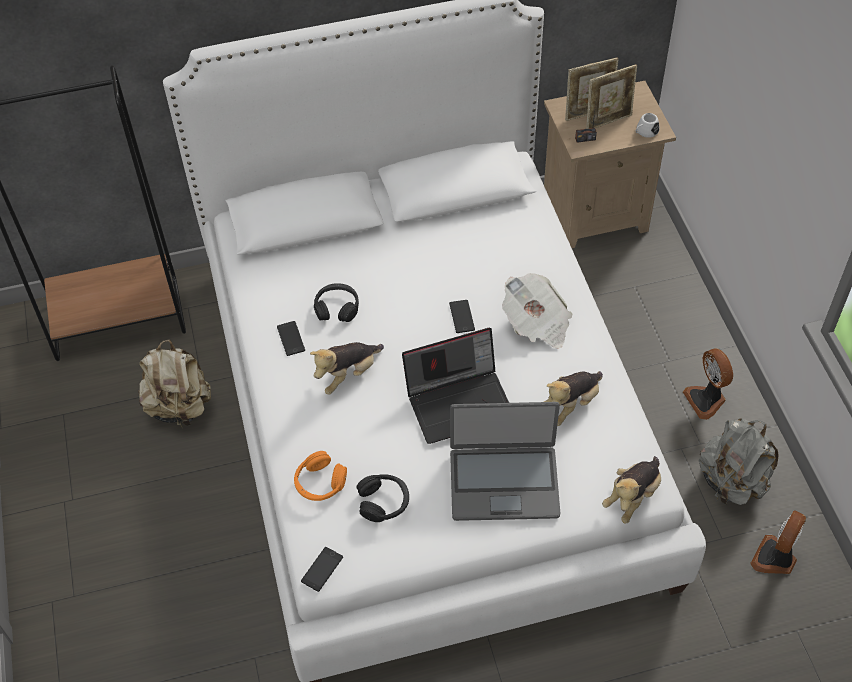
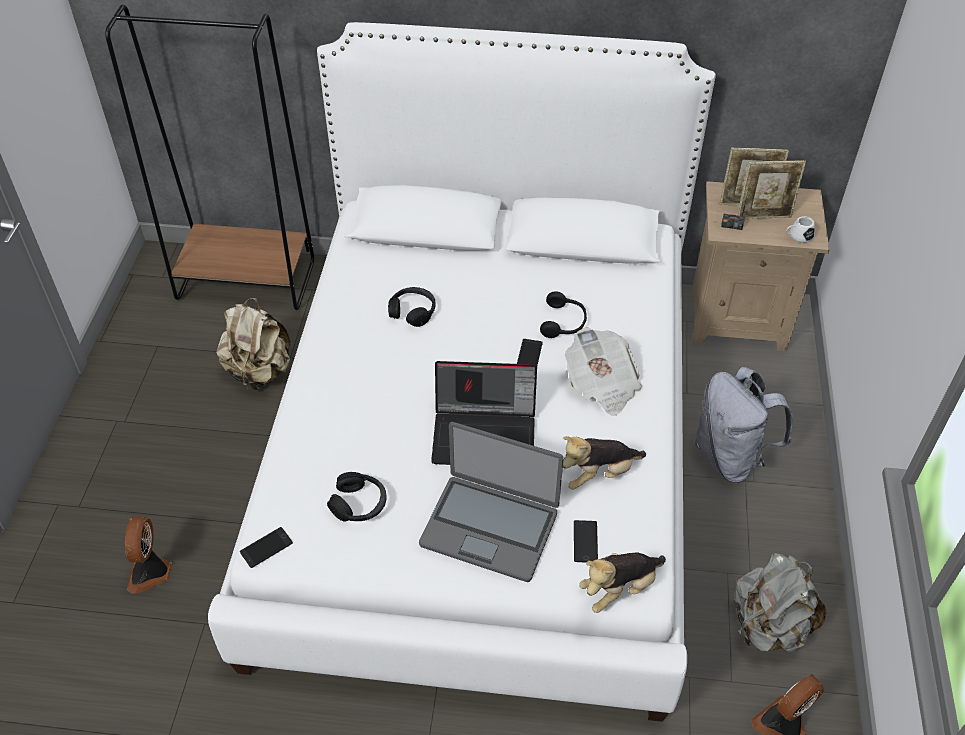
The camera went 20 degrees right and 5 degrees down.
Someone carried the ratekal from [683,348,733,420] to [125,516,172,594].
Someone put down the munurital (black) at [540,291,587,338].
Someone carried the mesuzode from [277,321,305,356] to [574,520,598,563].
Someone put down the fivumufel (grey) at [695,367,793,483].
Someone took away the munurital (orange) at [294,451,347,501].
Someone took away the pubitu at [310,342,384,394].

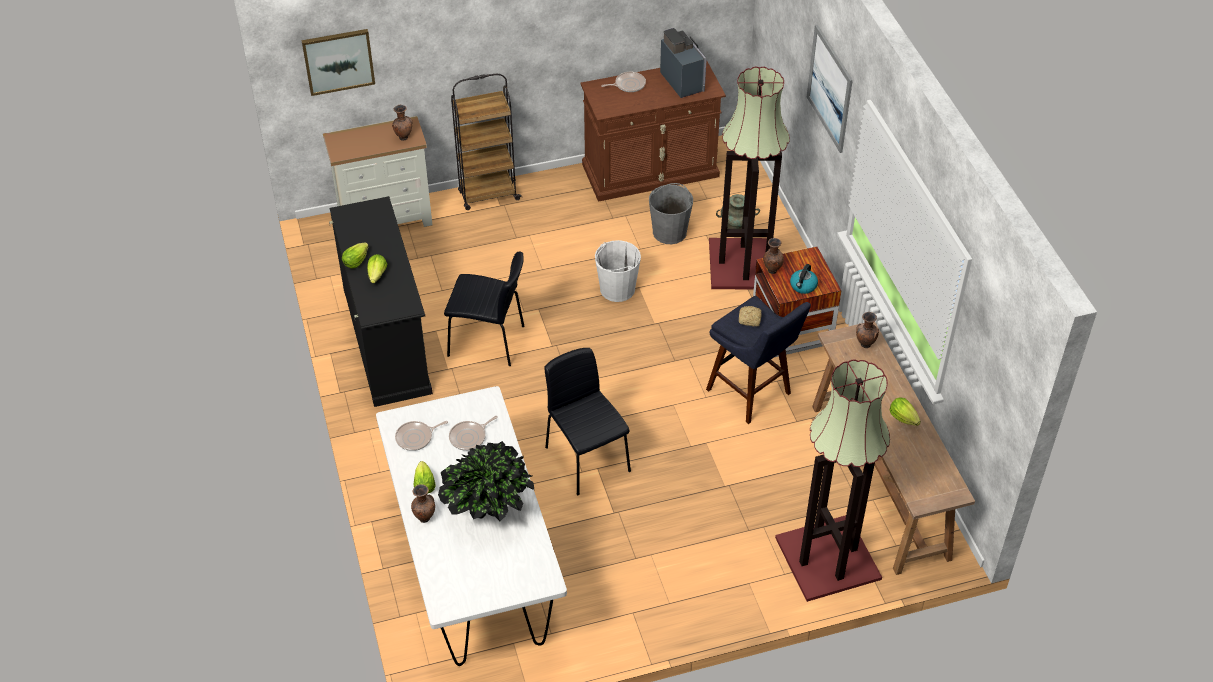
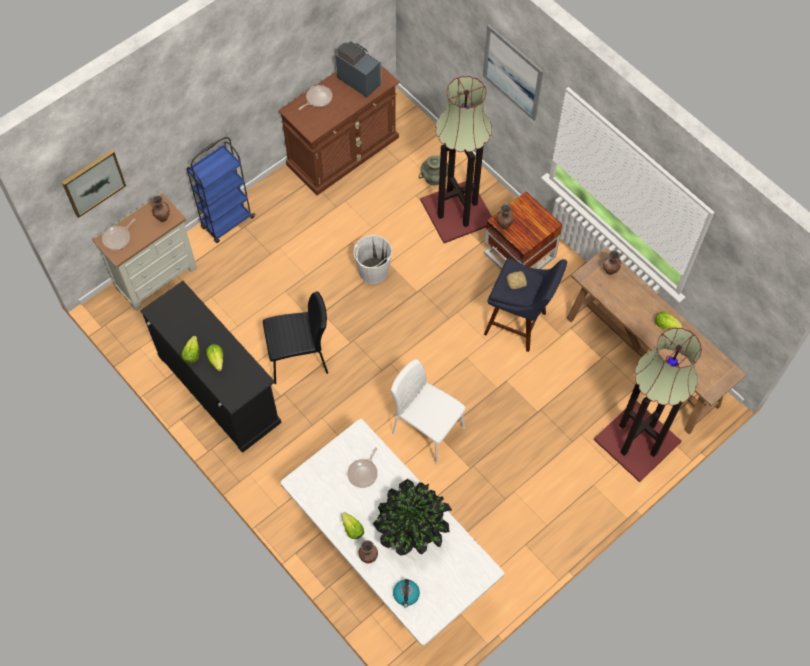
The camera went 25 degrees left and 15 degrees up.
Someone carried the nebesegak from [395,421,448,451] to [102,218,136,250].
Someone repainted the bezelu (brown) at [451,74,523,210], which became the bezelu (blue) at [187,137,256,243].
Someone repainted the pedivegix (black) at [544,348,631,495], which became the pedivegix (white) at [391,359,466,465].
Someone carried the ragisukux from [790,264,818,294] to [393,579,420,608].
Someone took away the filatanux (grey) at [649,183,693,244].

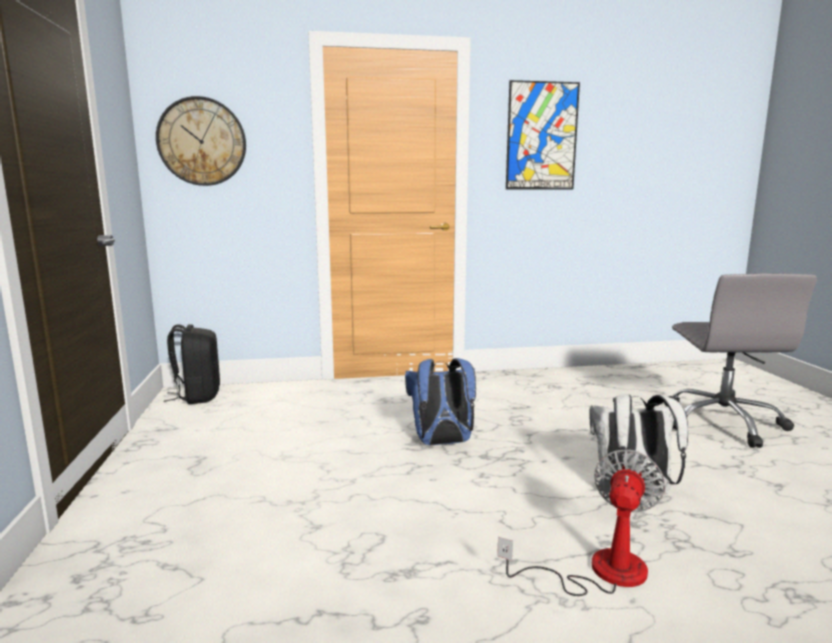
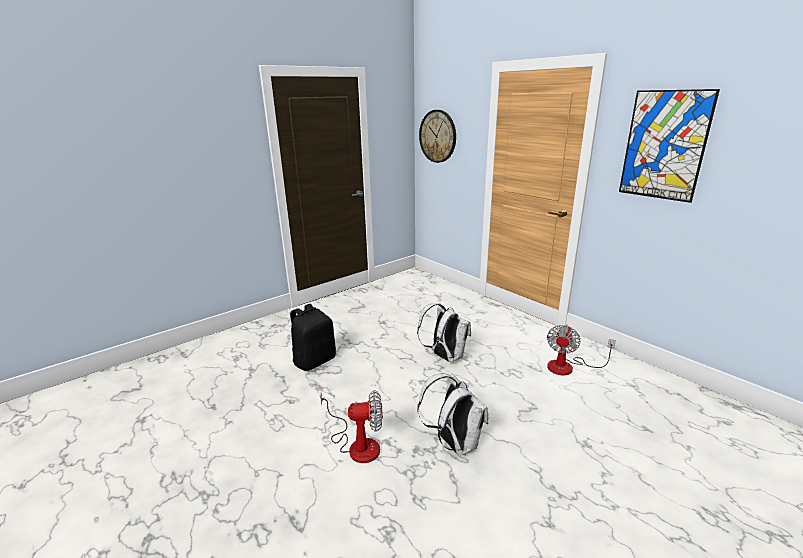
The camera went 60 degrees right and 10 degrees up.
Someone carried the fivumufel (black) from [164,324,220,404] to [290,304,336,371].
Someone repainted the fivumufel (blue) at [405,358,476,445], which became the fivumufel (white) at [417,303,471,362].
Someone put down the ratekal at [547,324,616,375].
Someone took away the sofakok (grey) at [664,273,817,448].

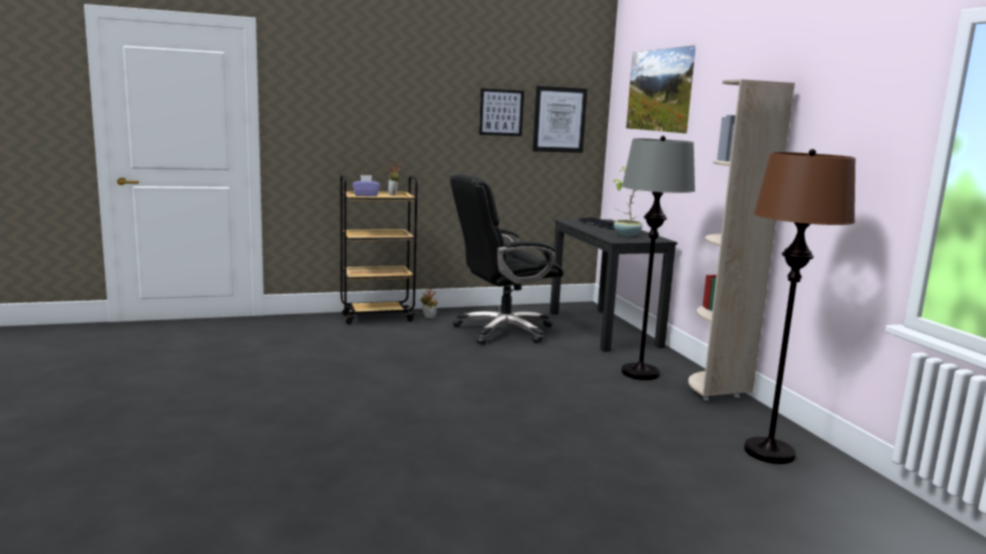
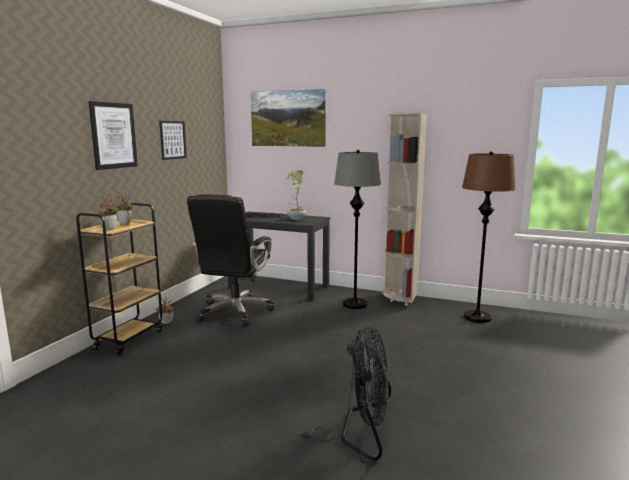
The camera went 50 degrees left and 0 degrees up.
Someone carried the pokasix from [533,86,587,153] to [88,101,138,170].
Someone swapped the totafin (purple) at [353,175,380,196] for the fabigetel at [99,196,119,231].
Someone put down the ratekal (black) at [300,326,391,465].

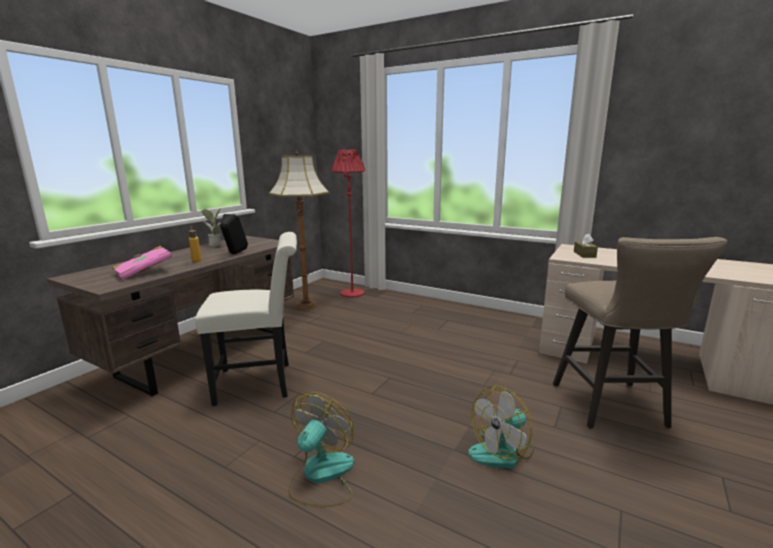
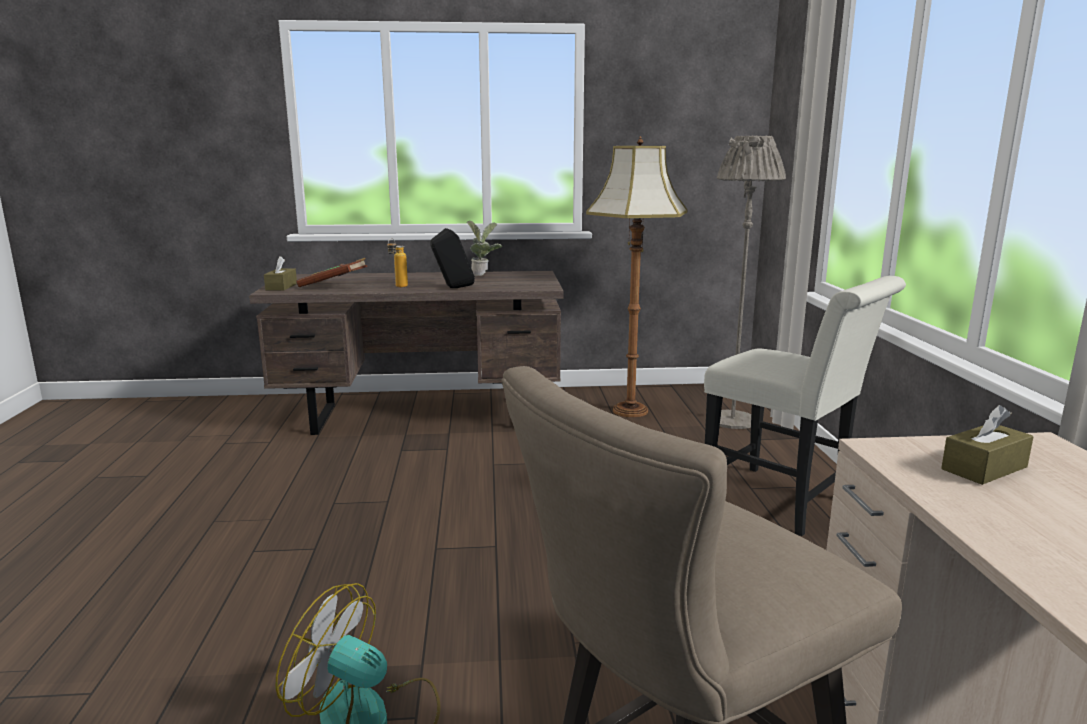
The camera went 55 degrees right and 0 degrees up.
Someone put down the totafin (brown) at [264,256,297,290].
Someone repainted the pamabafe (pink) at [112,246,172,279], which became the pamabafe (brown) at [296,258,368,287].
Someone carried the pedivegix (white) from [195,232,297,406] to [704,276,906,536].
Someone repainted the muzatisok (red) at [332,150,365,298], which became the muzatisok (grey) at [717,136,786,429].
Someone took away the ratekal at [288,393,354,507].

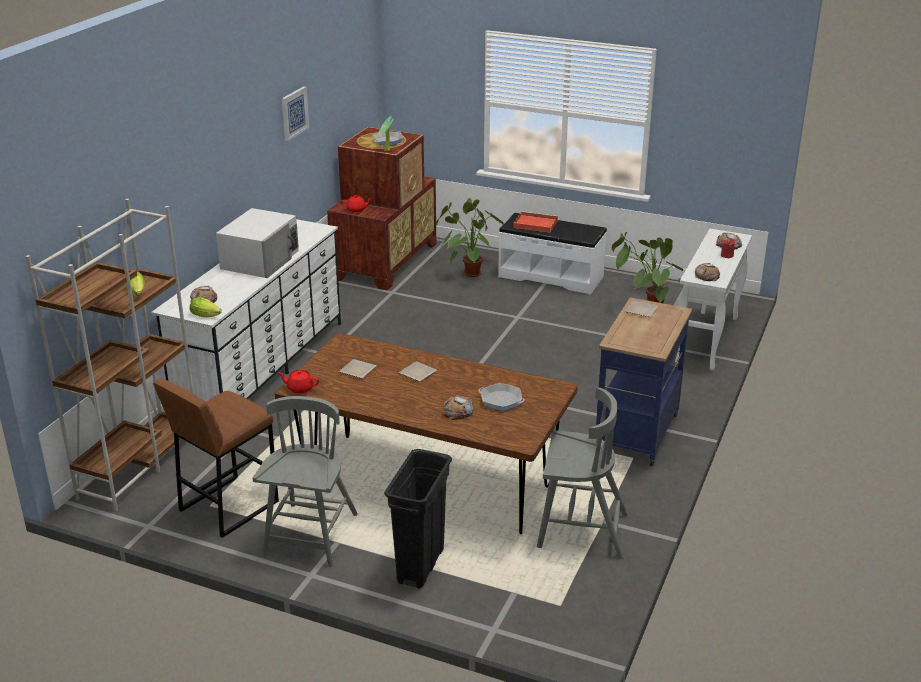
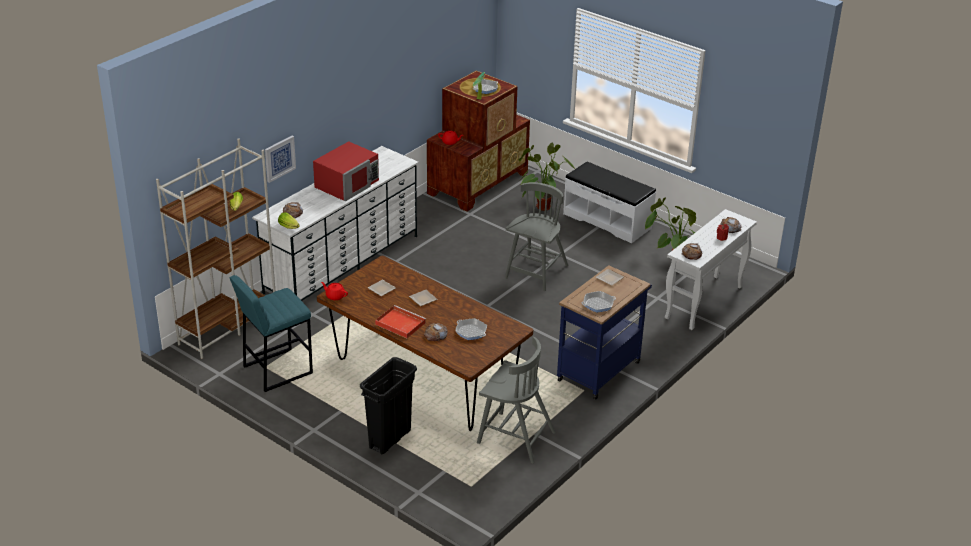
The camera went 15 degrees right and 5 degrees up.
Someone repainted the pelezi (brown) at [153,378,279,538], which became the pelezi (turquoise) at [230,275,313,392].
Someone carried the pokasix from [282,86,309,141] to [265,136,296,183].
Someone repainted the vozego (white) at [216,208,299,278], which became the vozego (red) at [313,141,379,202].
Someone carried the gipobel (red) from [513,211,558,233] to [375,305,426,338].
Someone carried the pedivegix (grey) from [252,396,358,567] to [505,182,568,291].
Someone put down the nebesegak at [582,291,616,312].

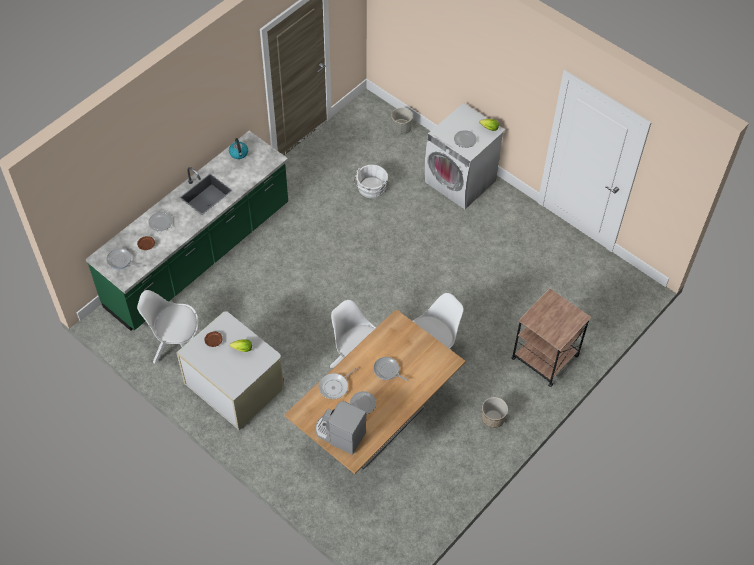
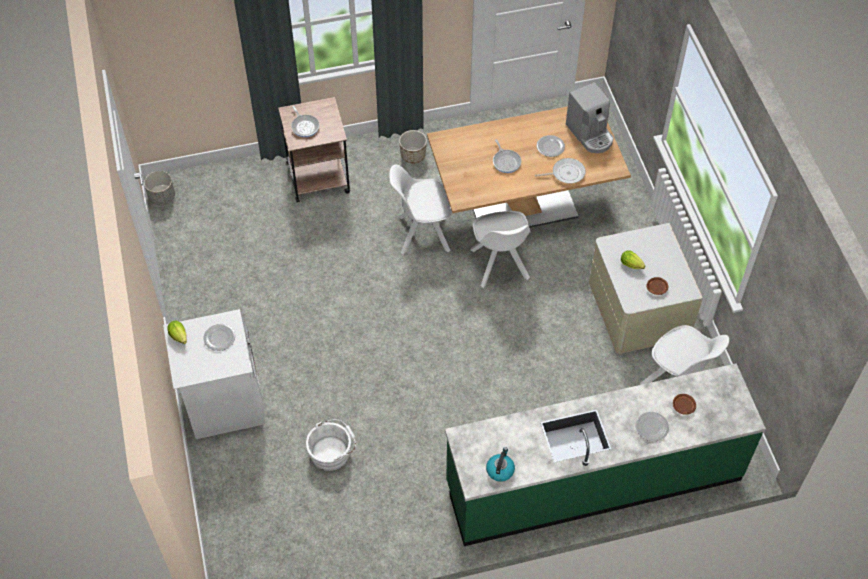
The camera went 145 degrees left and 0 degrees up.
Someone carried the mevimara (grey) from [391,108,413,135] to [144,171,175,206].
Someone carried the nebesegak from [106,248,140,269] to [291,106,320,137].

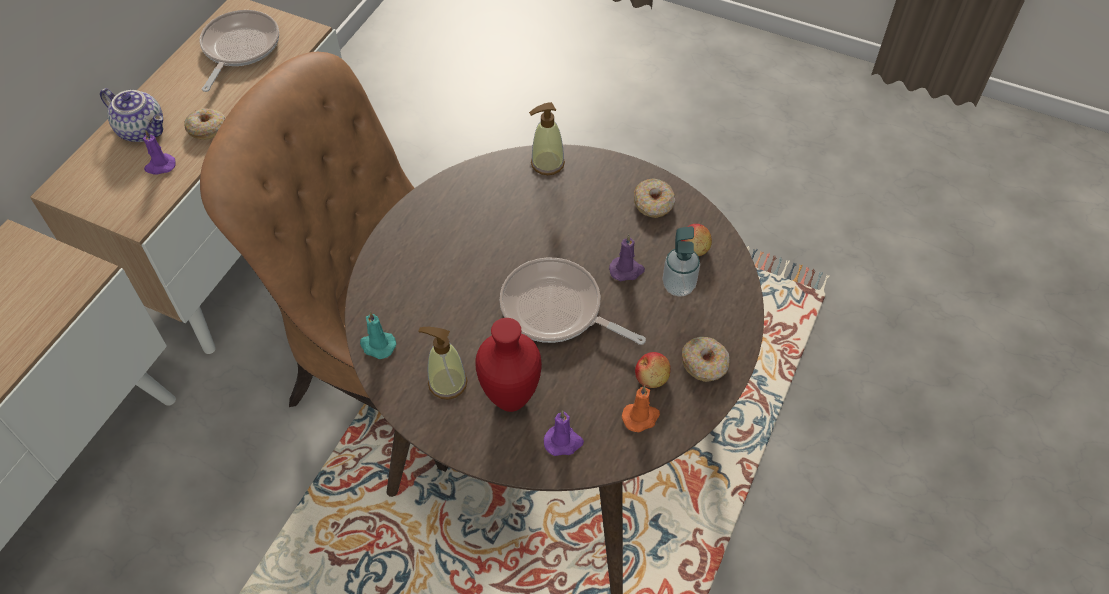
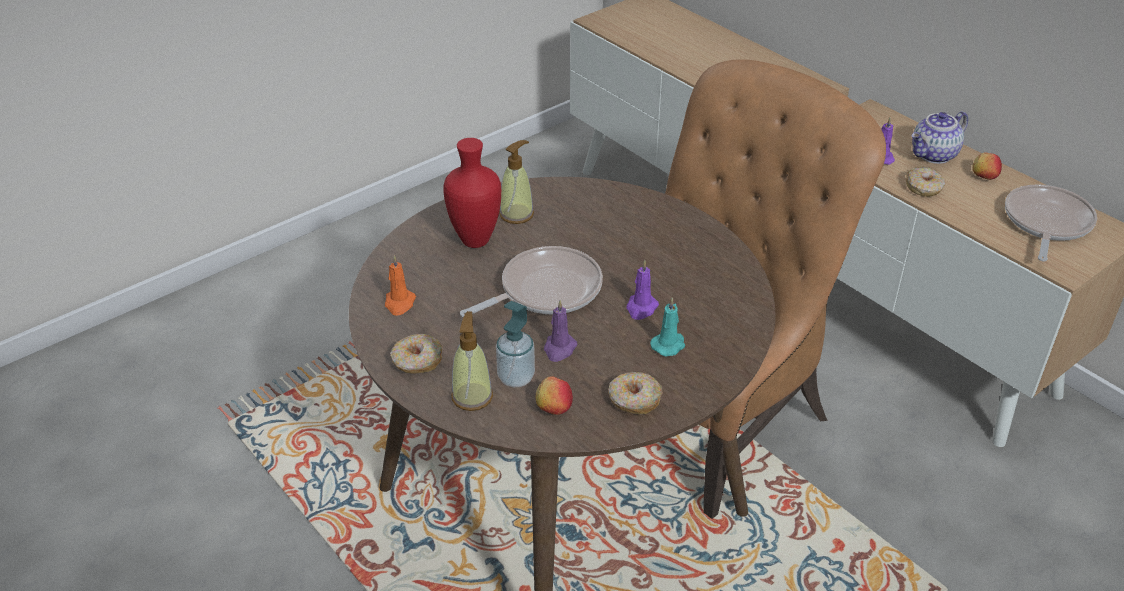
The camera went 115 degrees right and 15 degrees down.
Someone carried the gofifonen from [529,102,565,175] to [451,311,493,411].
Someone carried the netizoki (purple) from [544,411,584,456] to [626,260,659,320].
Someone carried the netizoki (turquoise) from [360,312,396,359] to [650,298,685,357].
Someone carried the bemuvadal from [635,352,671,388] to [972,152,1002,180].
Someone rotated the nebesegak at [199,10,279,92] by 105 degrees counterclockwise.

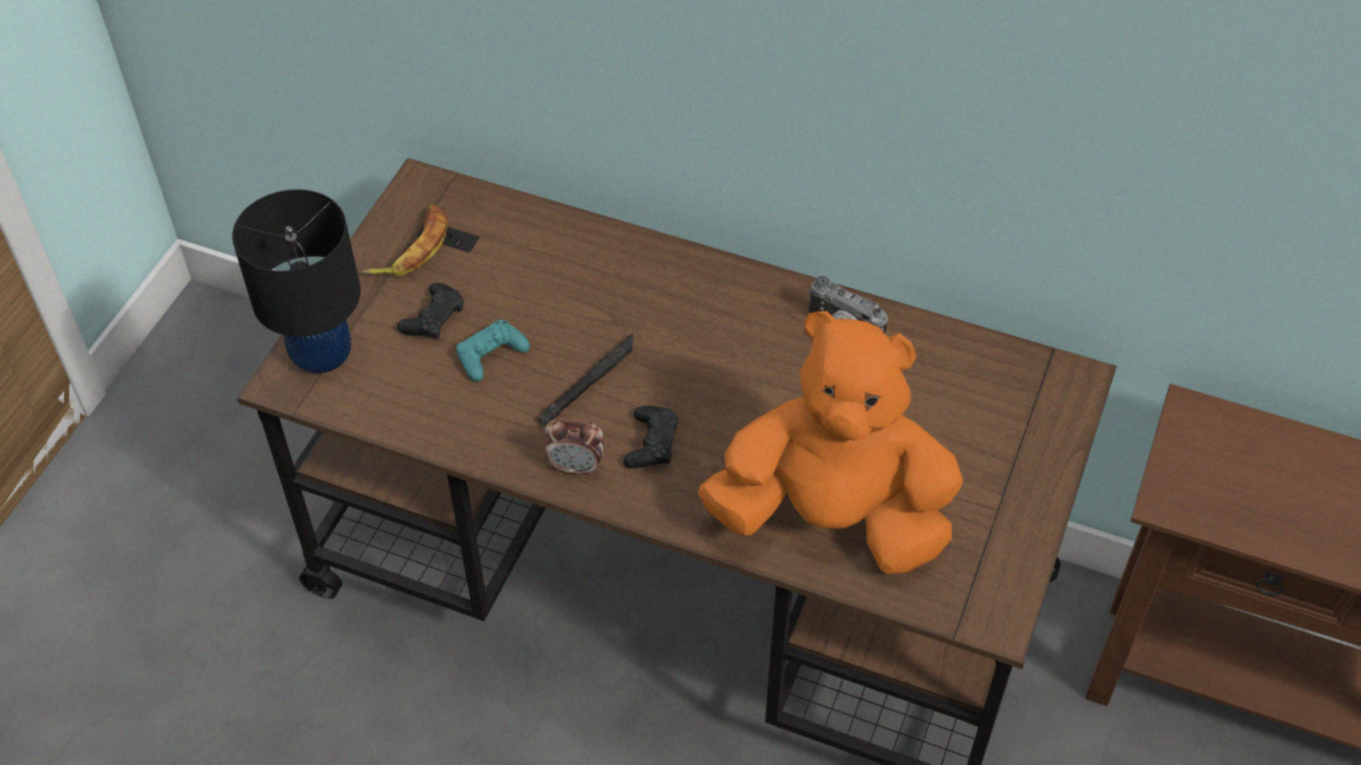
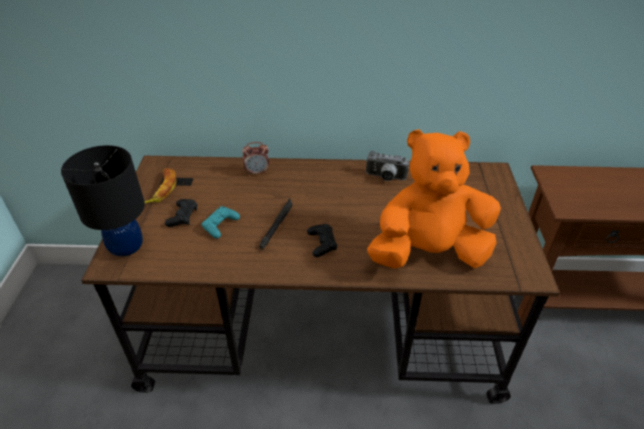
The camera went 20 degrees left and 10 degrees down.
Someone carried the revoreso from [545,418,604,475] to [242,142,269,176].

